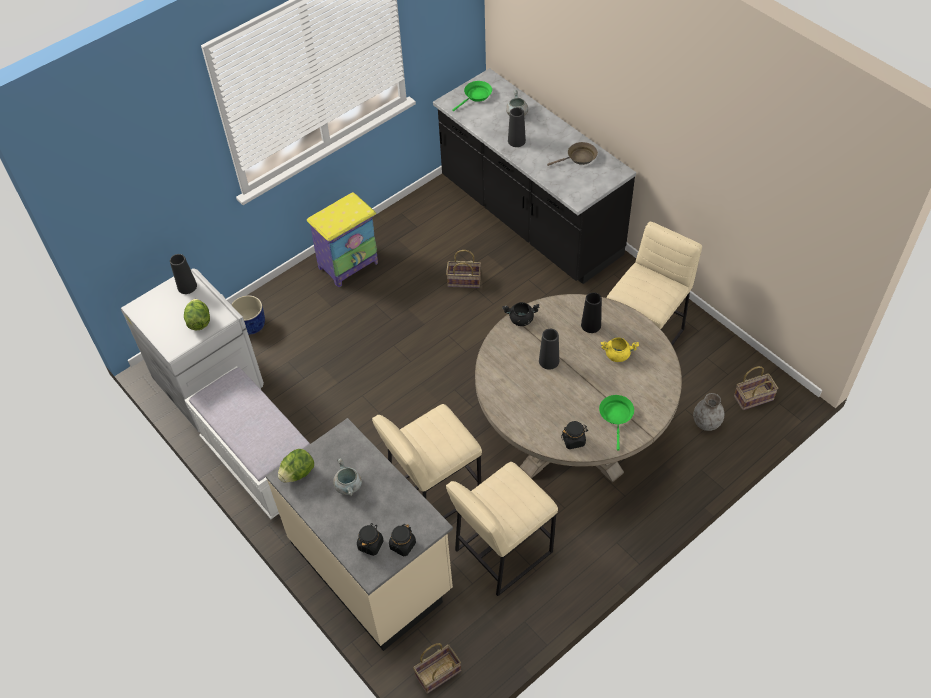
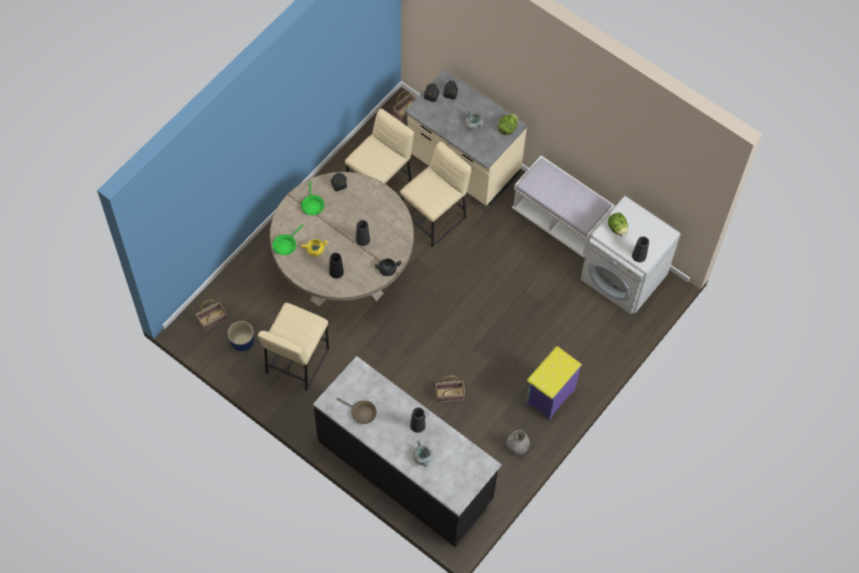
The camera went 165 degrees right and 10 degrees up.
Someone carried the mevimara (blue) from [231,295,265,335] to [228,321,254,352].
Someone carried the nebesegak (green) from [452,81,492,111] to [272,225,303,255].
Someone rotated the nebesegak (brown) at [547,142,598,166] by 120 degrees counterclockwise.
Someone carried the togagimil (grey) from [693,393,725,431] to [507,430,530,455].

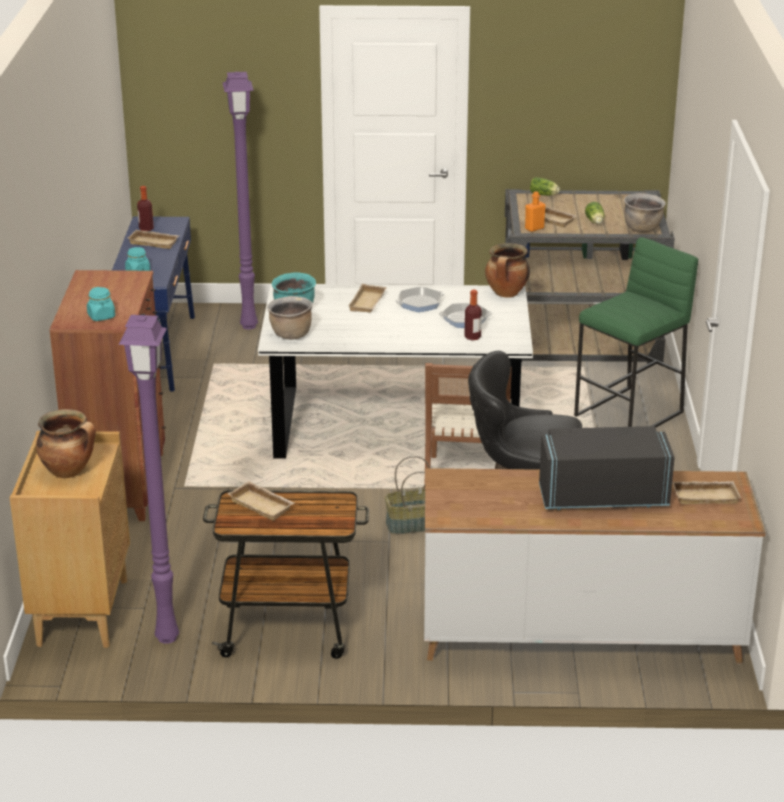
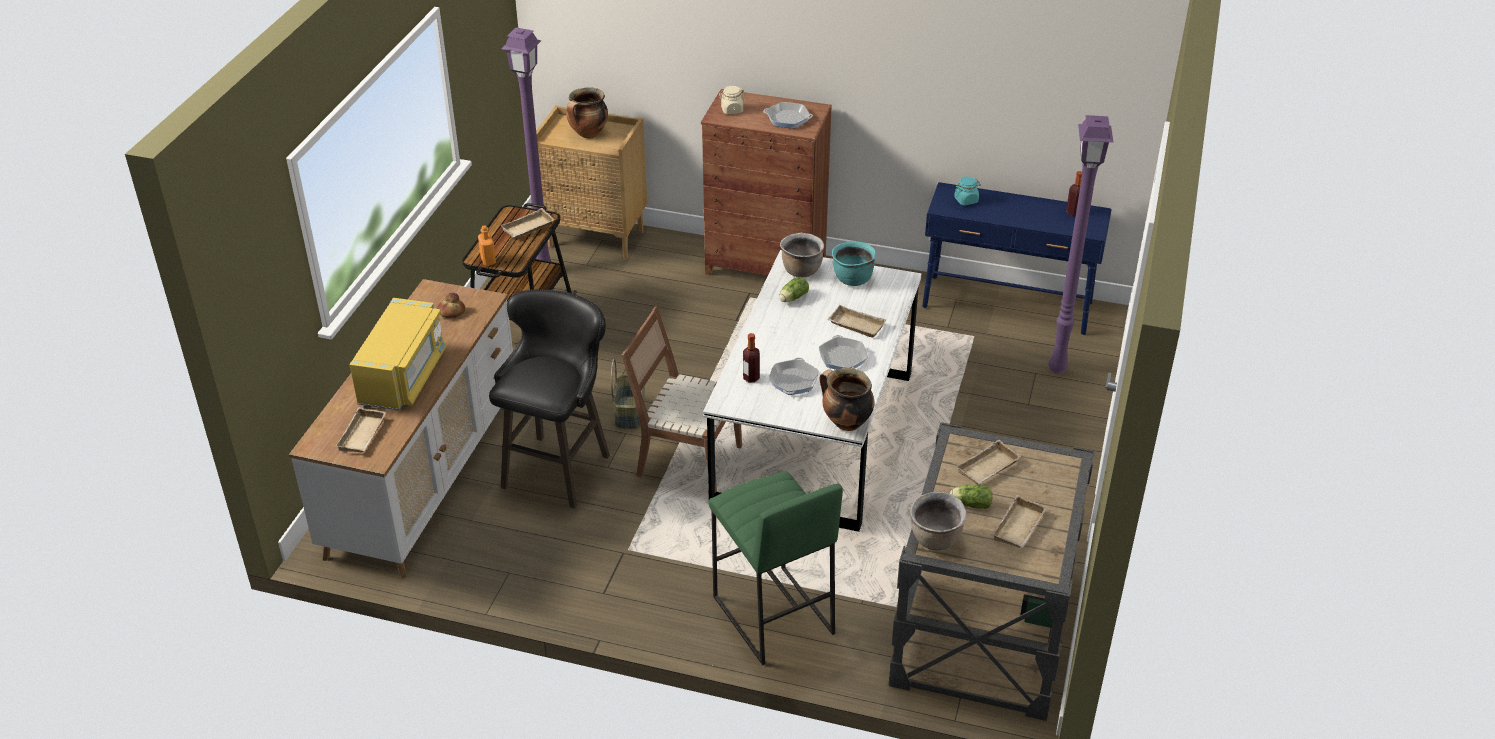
The camera went 105 degrees right and 10 degrees up.
Someone repainted the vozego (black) at [539,426,675,510], which became the vozego (yellow) at [350,298,446,410].
Someone put down the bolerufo at [437,293,465,318].
Someone carried the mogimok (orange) from [525,191,546,232] to [478,225,496,266].
Someone repainted the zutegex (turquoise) at [87,287,115,321], which became the zutegex (beige) at [719,86,745,114].
Someone put down the nebesegak at [763,102,813,128].
Someone carried the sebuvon from [530,177,560,196] to [779,277,809,302].
Someone carried the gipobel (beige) from [127,230,179,249] to [992,495,1047,548].

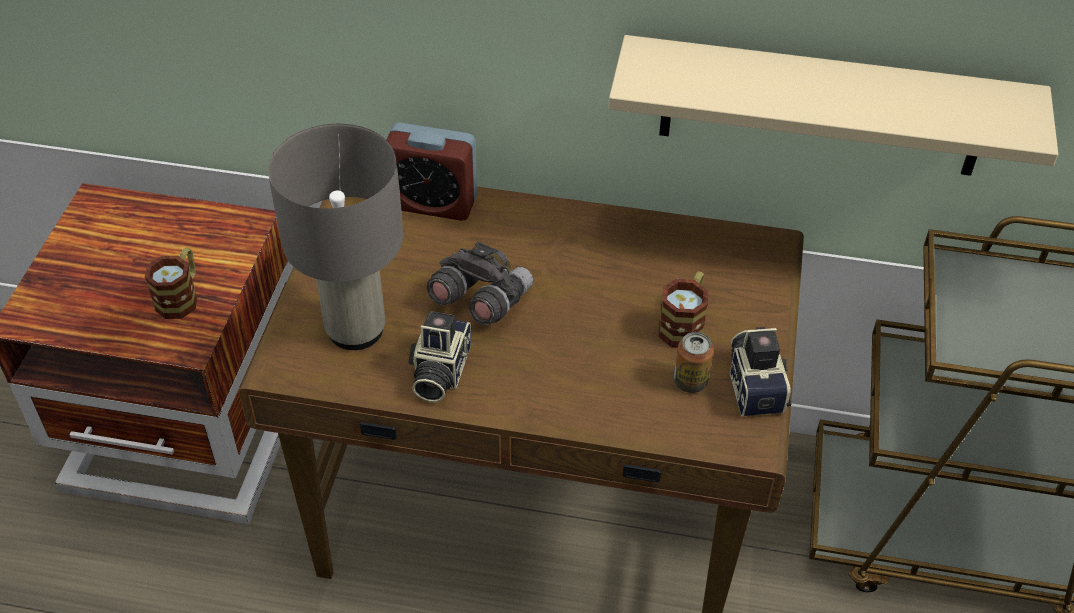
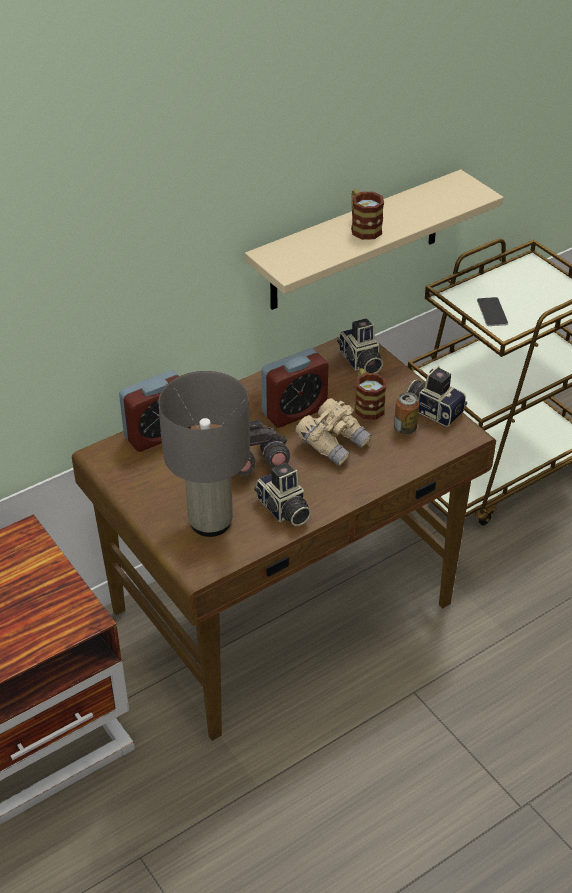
The camera went 45 degrees left and 5 degrees down.
Someone put down the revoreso at [261,348,328,427].
Someone put down the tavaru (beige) at [296,398,372,466].
Someone put down the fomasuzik at [337,318,383,373].
Someone carried the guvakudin from [145,248,198,319] to [351,189,384,240].
Someone put down the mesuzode at [477,297,508,326].

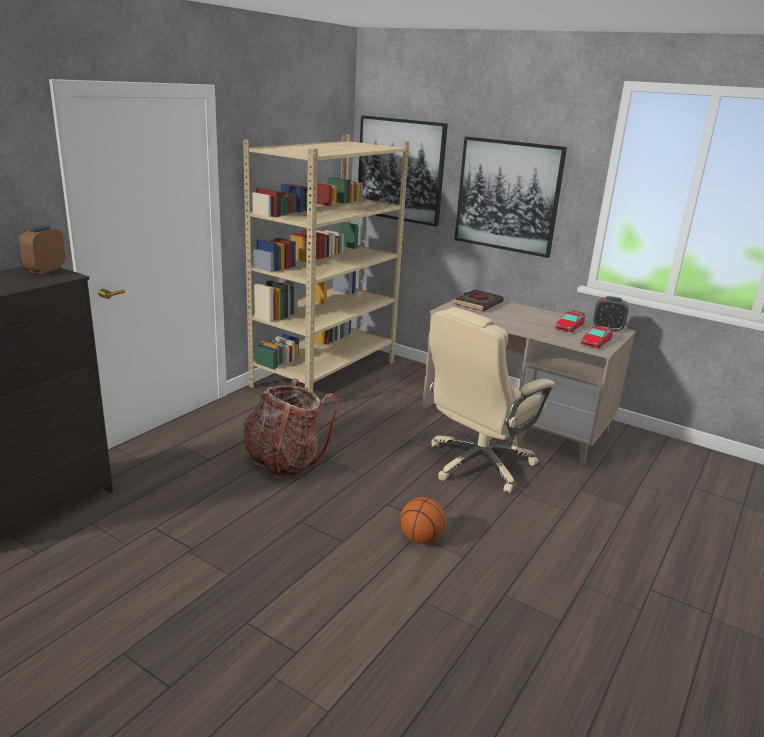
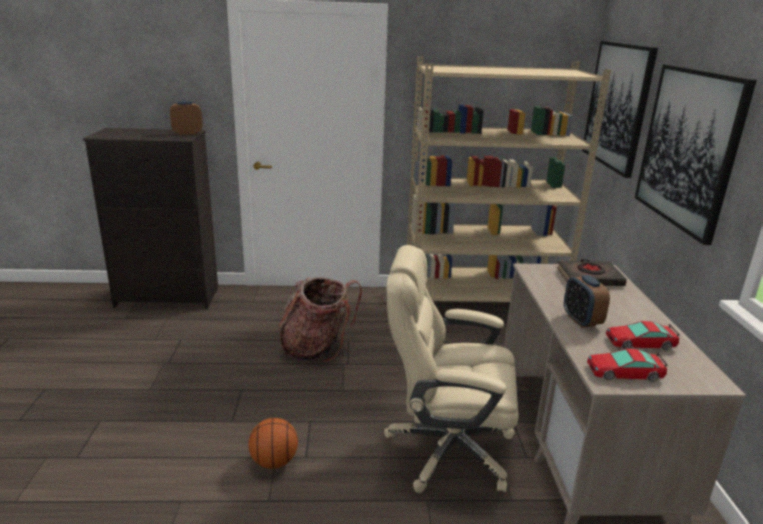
The camera went 55 degrees right and 0 degrees up.
Someone carried the revoreso from [593,296,629,332] to [564,275,610,328].

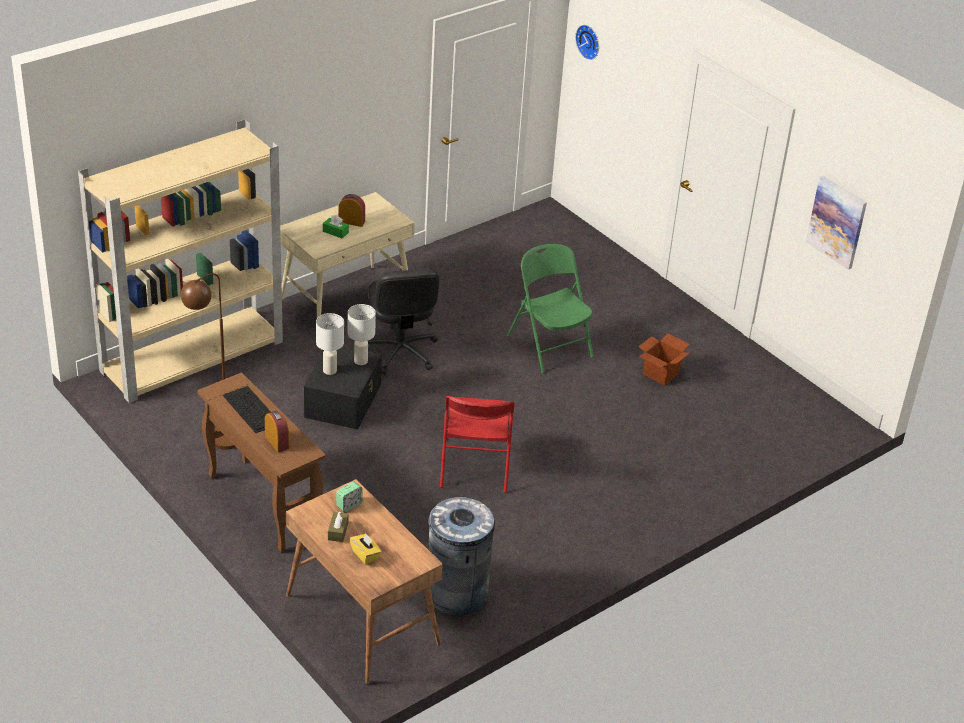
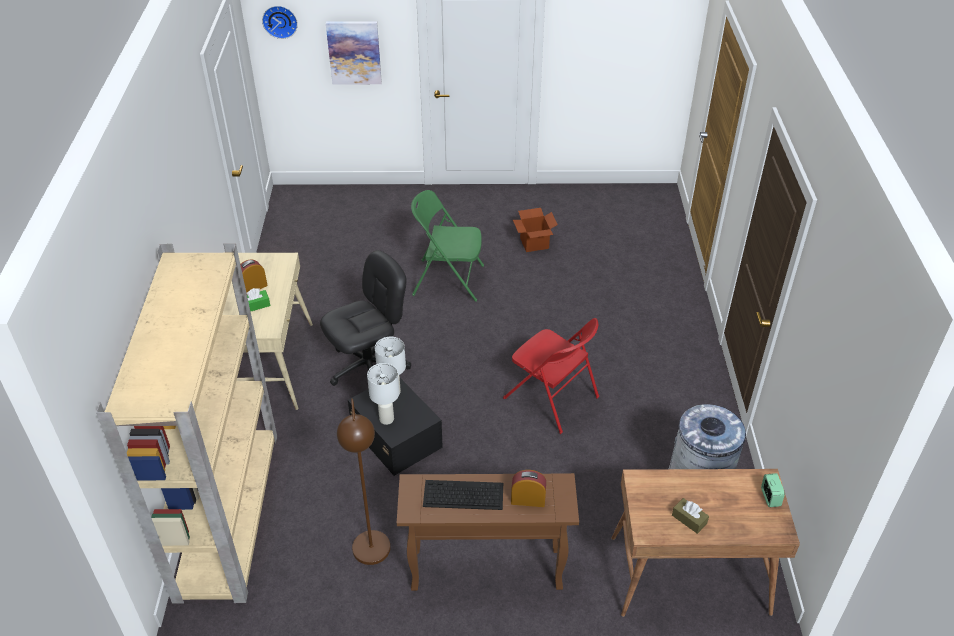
The camera went 50 degrees left and 5 degrees up.
Someone rotated the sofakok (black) at [368,268,439,375] by 60 degrees counterclockwise.
Someone carried the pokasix from [806,176,867,270] to [326,21,382,84].
Someone carried the revoreso from [336,482,363,512] to [761,473,785,507].
Someone took away the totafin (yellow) at [350,533,382,564].

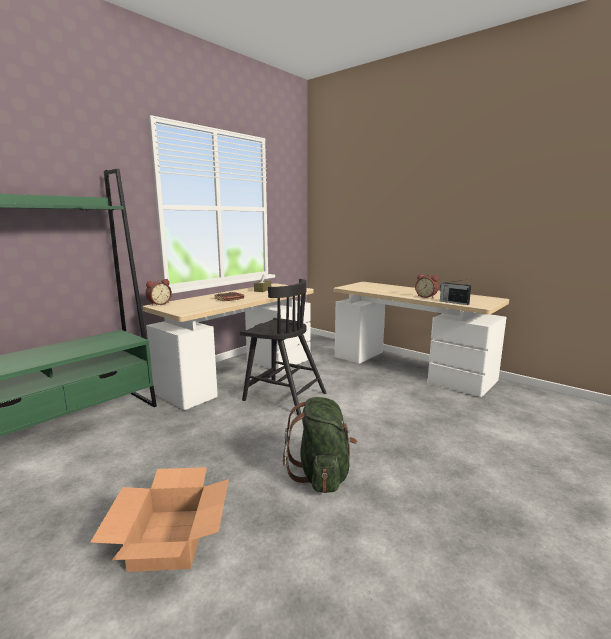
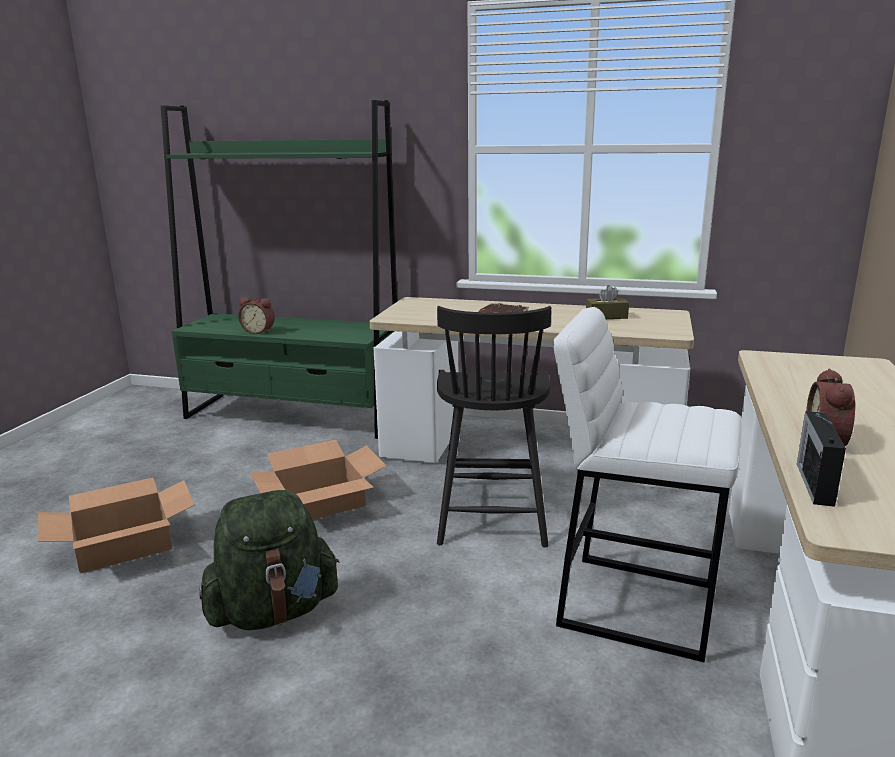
The camera went 65 degrees right and 5 degrees up.
Someone carried the revoreso from [146,279,172,306] to [238,297,275,334].
Someone put down the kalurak at [249,440,386,519].
Someone put down the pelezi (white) at [553,307,742,662].

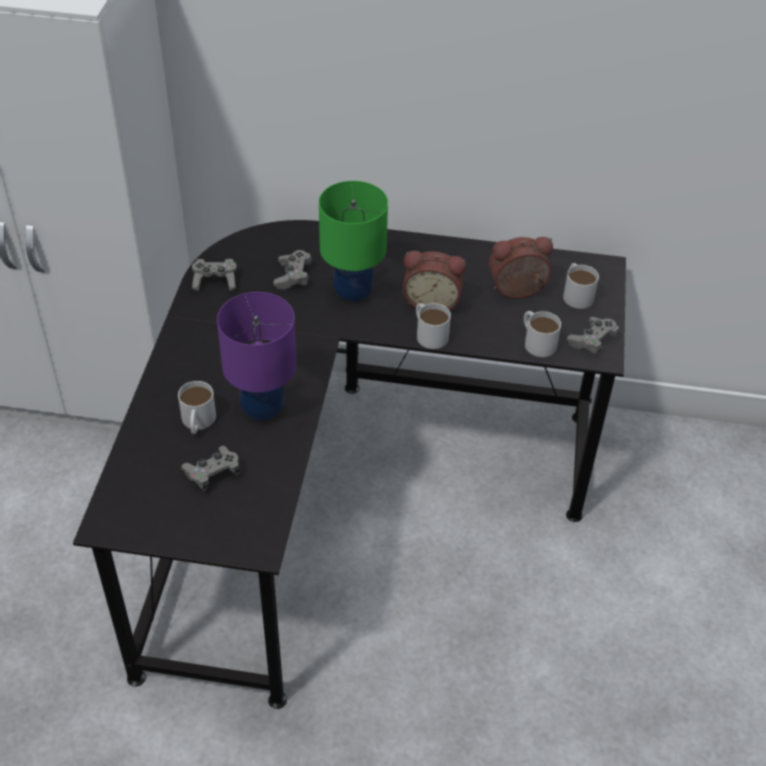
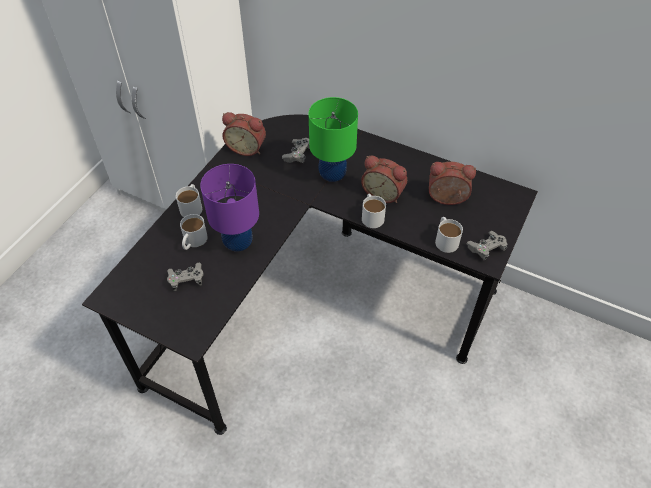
The camera went 20 degrees right and 5 degrees up.
Someone carried the guvakudin (white) from [563,263,599,309] to [176,184,202,217].
Someone swapped the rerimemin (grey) at [192,259,237,291] for the revoreso at [222,112,266,156].

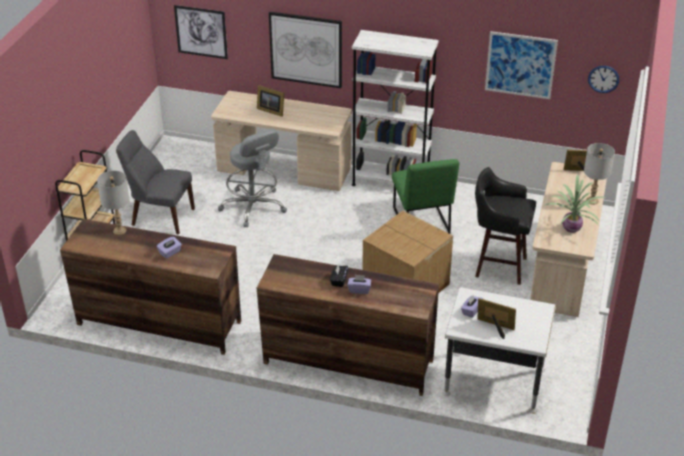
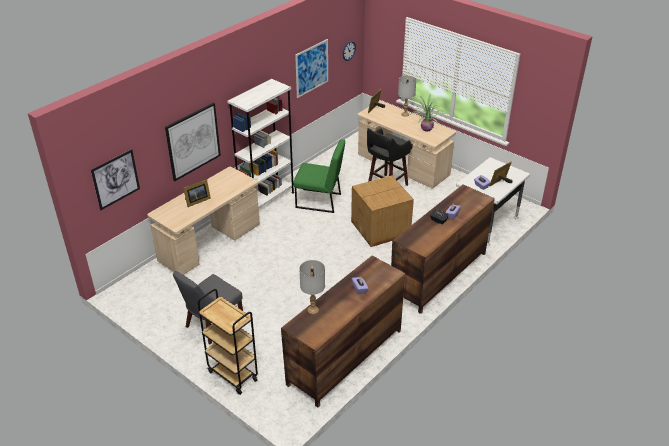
The camera went 65 degrees left and 0 degrees up.
Someone took away the pelezi (grey) at [218,129,287,228].

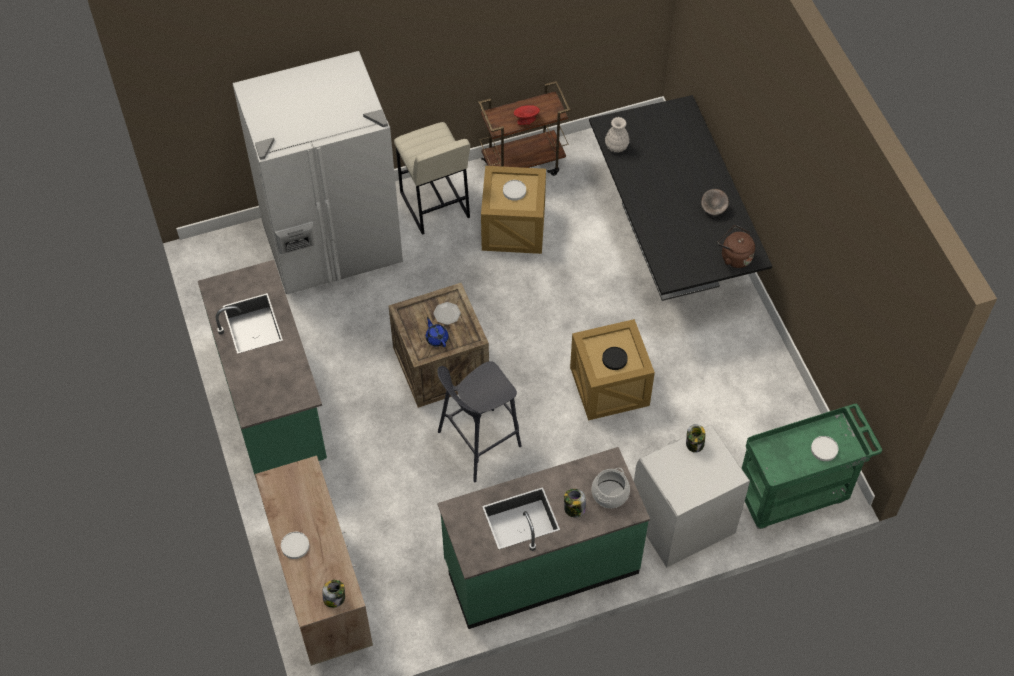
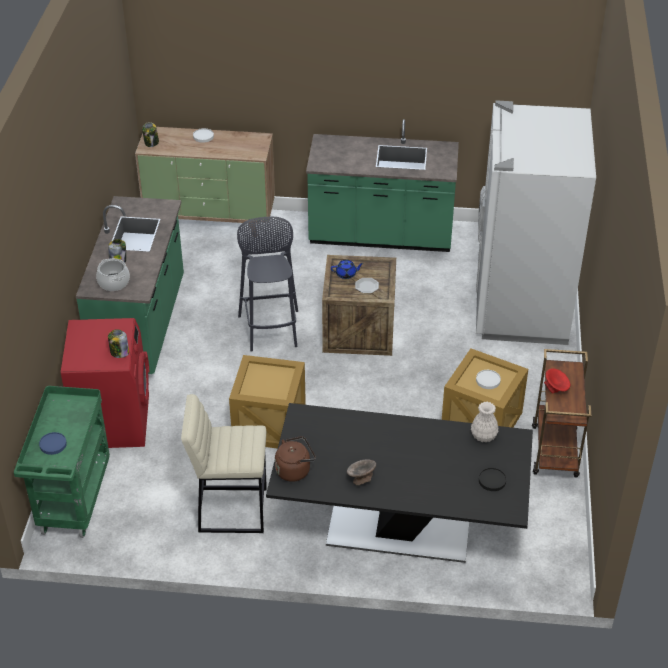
The camera went 115 degrees right and 15 degrees down.
Someone repainted the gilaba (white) at [811,436,838,461], which became the gilaba (blue) at [39,432,67,455].
Someone repainted the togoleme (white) at [634,425,750,568], which became the togoleme (red) at [61,318,149,448].
Someone carried the pelezi (beige) from [394,122,470,235] to [181,394,267,533].
Someone carried the gilaba (black) from [602,347,628,370] to [479,468,506,491].

